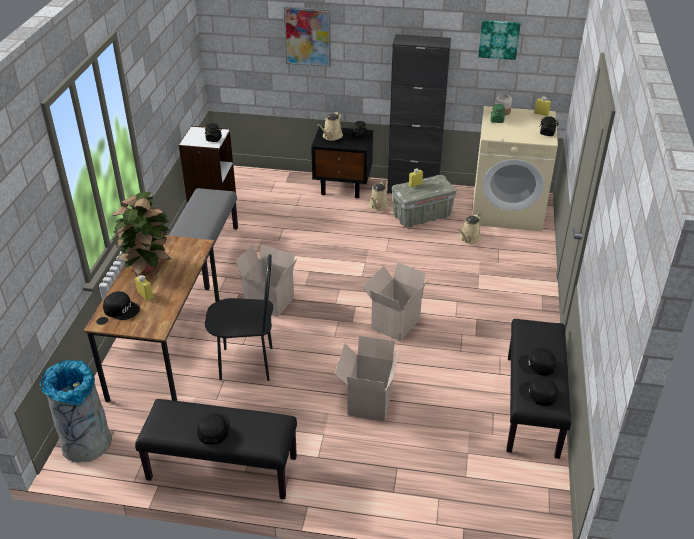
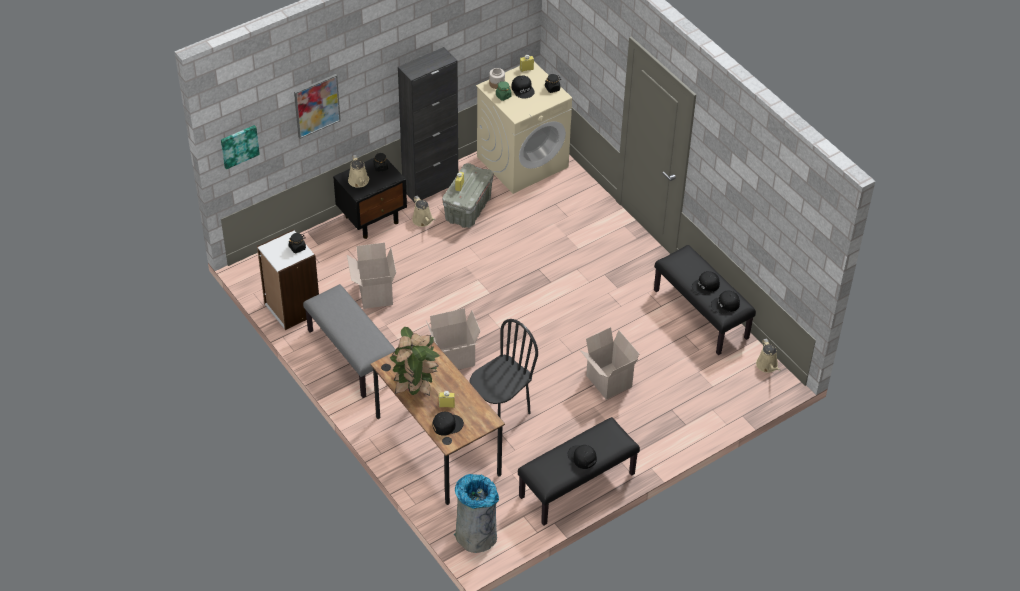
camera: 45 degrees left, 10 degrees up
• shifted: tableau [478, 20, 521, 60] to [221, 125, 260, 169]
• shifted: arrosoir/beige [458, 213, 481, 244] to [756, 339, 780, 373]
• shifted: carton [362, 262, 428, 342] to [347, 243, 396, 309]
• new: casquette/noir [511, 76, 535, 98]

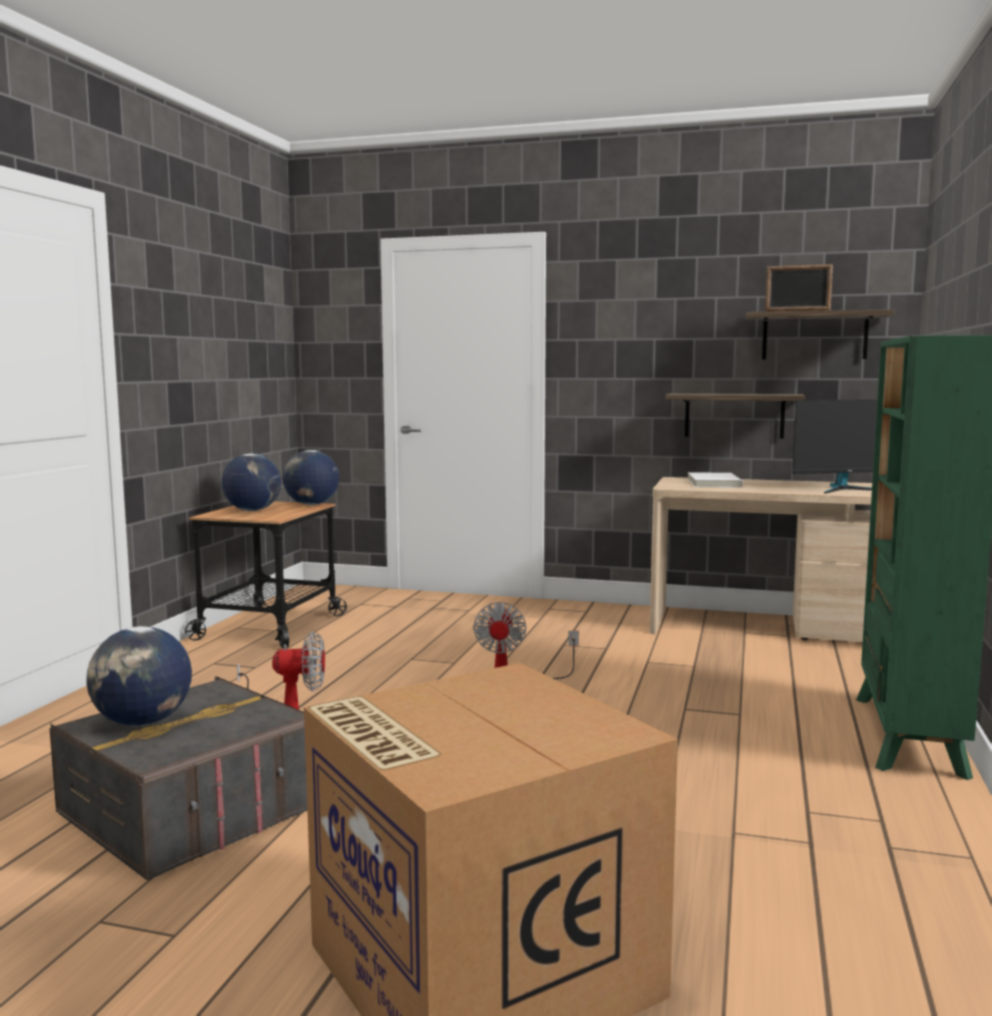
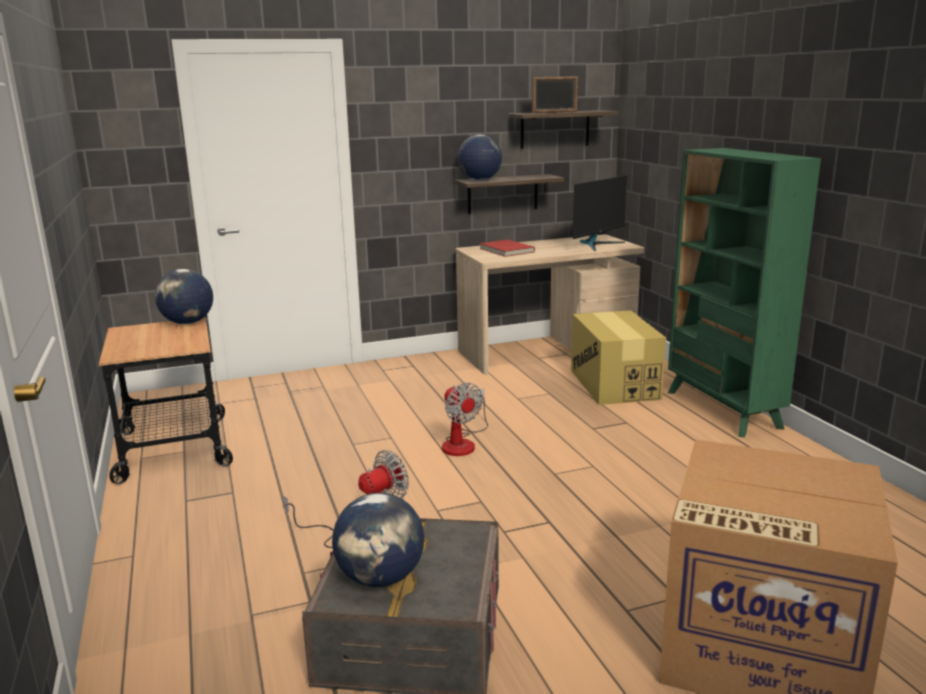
camera: 35 degrees left, 10 degrees up
• shifted: globe [221, 453, 281, 511] to [458, 135, 502, 181]
• repainted: livre/blanc [687, 472, 743, 488] to livre/rouge [480, 240, 535, 257]
• new: carton [571, 310, 666, 405]

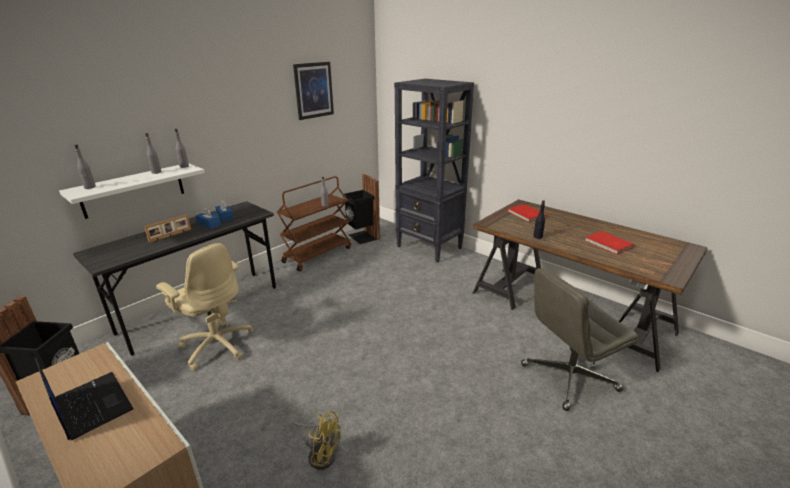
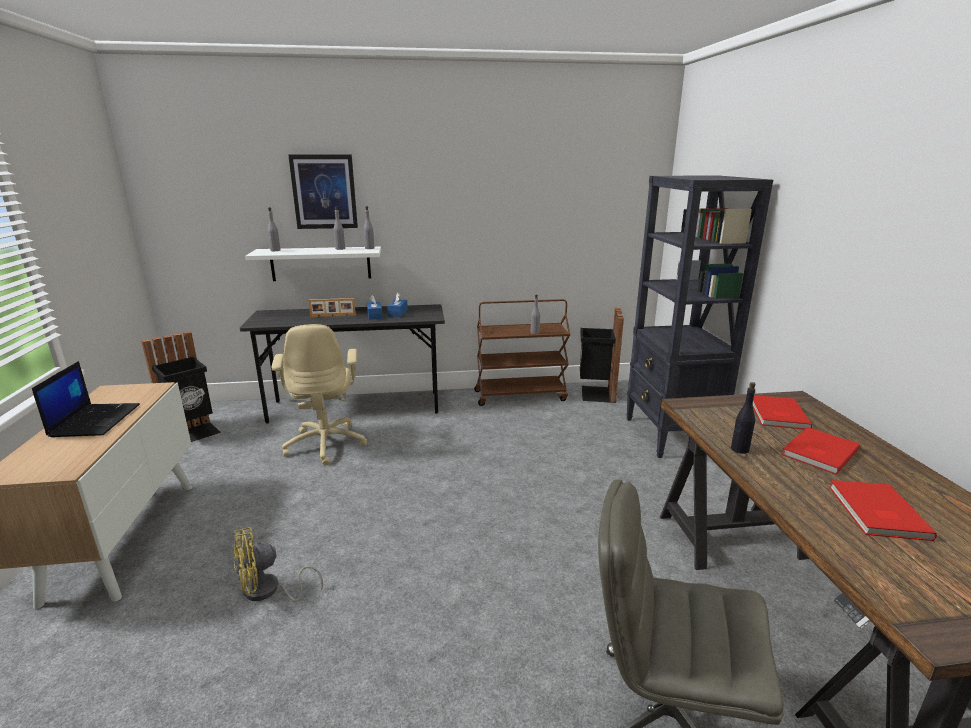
camera: 40 degrees right, 5 degrees down
• shifted: tableau [293, 62, 334, 120] to [288, 154, 358, 229]
• rotated: ventilateur/jaune [293, 411, 341, 470] = [234, 527, 323, 602] 90 degrees clockwise
• new: livre/rouge [781, 427, 860, 475]

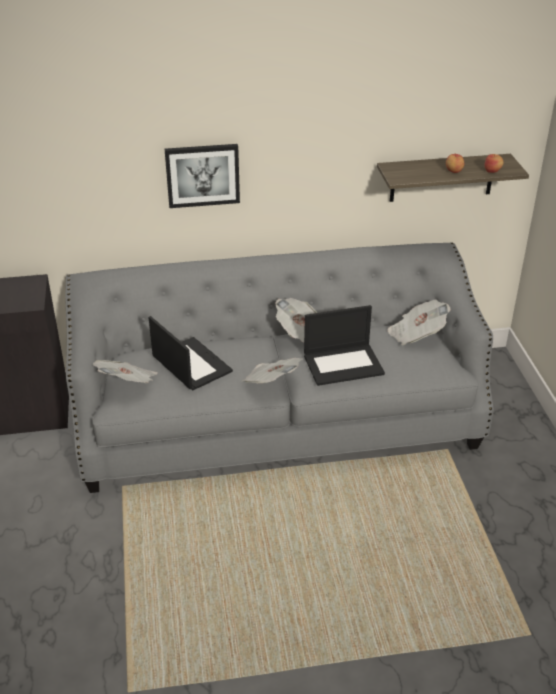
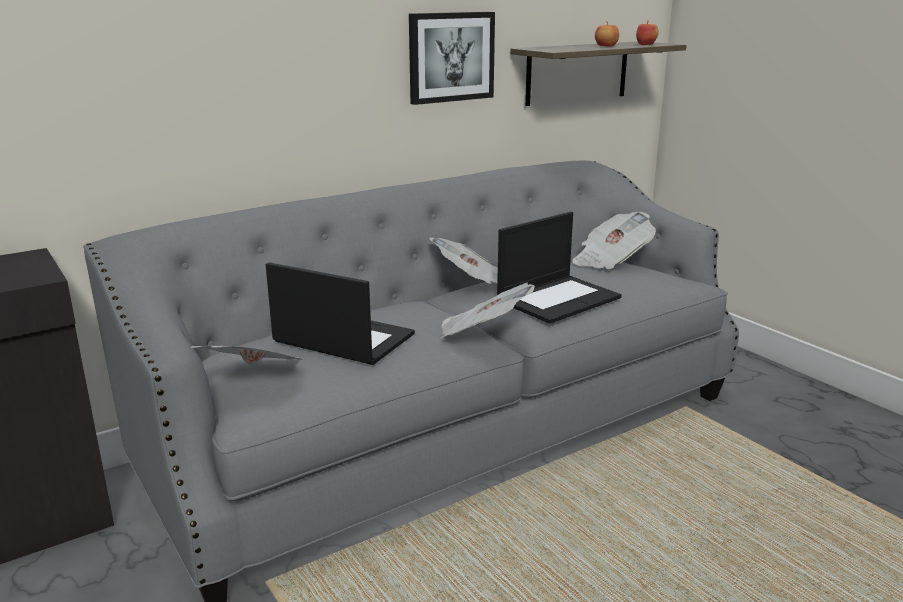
camera: 25 degrees left, 15 degrees down
• shifted: tableau [165, 144, 240, 208] to [409, 12, 495, 105]

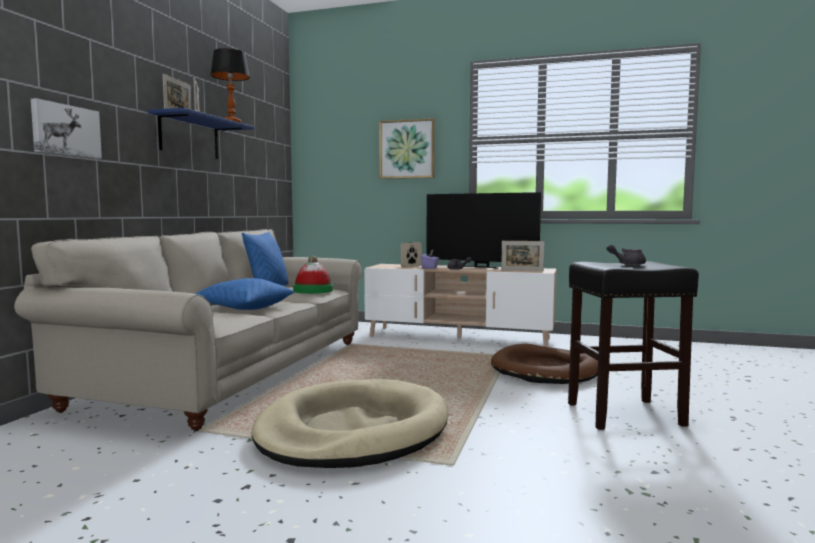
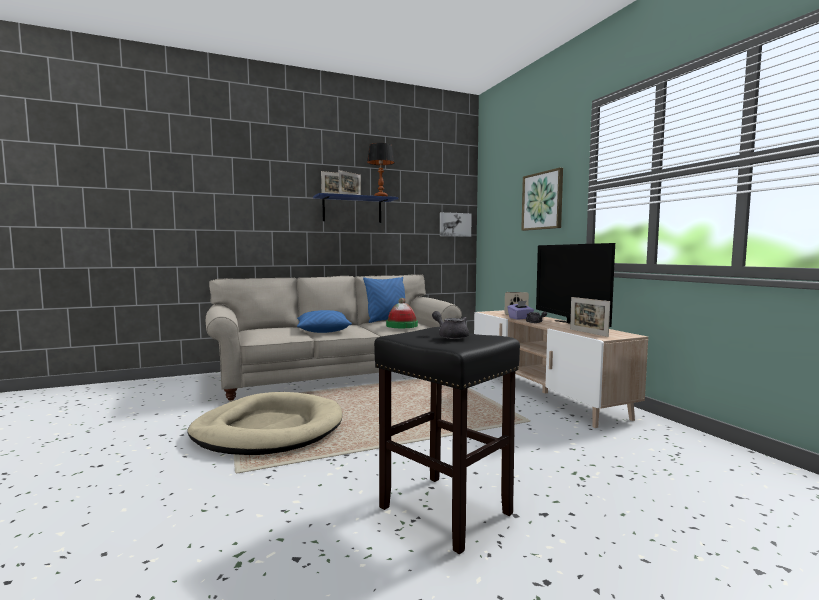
camera: 50 degrees right, 0 degrees up
• shifted: tableau [31, 98, 102, 159] to [440, 212, 472, 237]
• gone: panier pour chien/marron [491, 344, 598, 384]

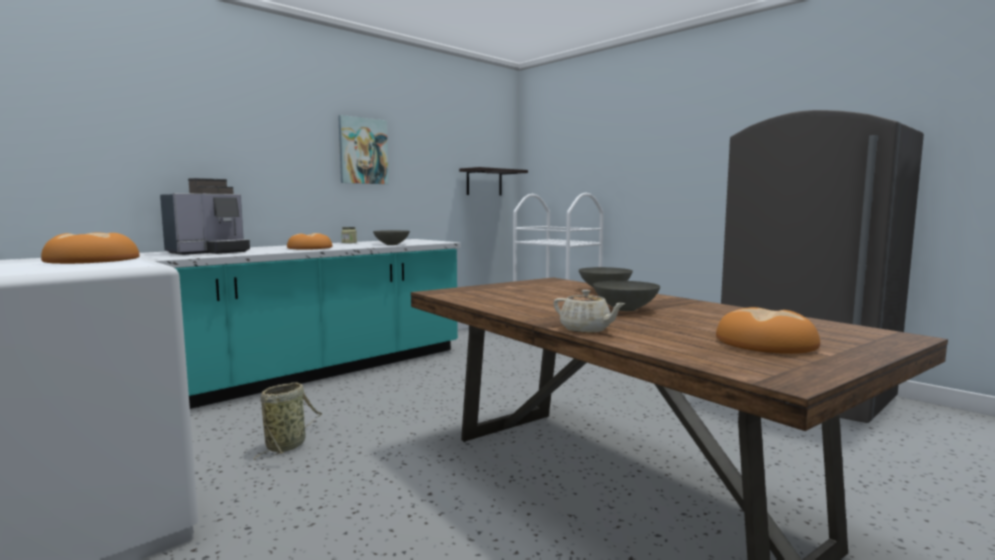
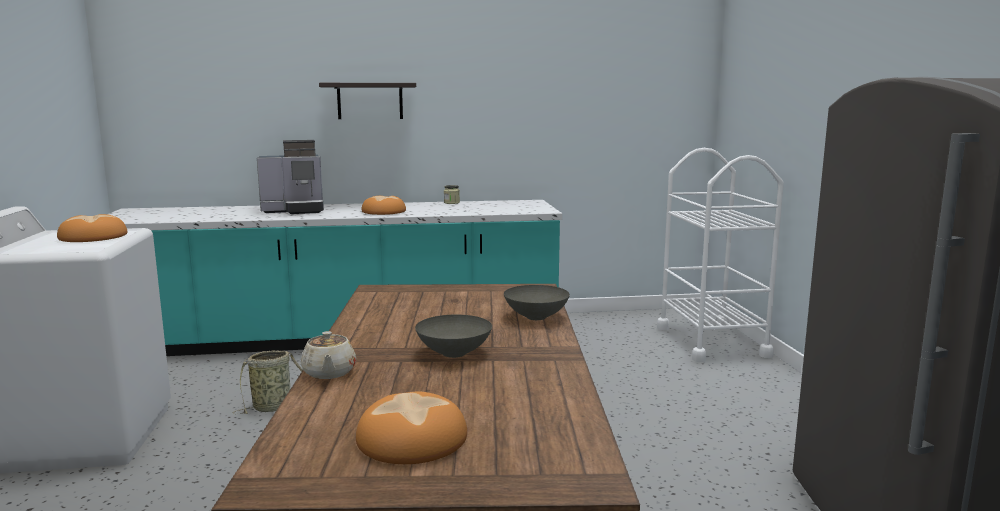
camera: 35 degrees right, 5 degrees up
• gone: tableau [338, 115, 389, 184]
• shifted: étagère [459, 167, 528, 196] to [319, 83, 416, 119]
• gone: bol/gris [373, 230, 410, 245]

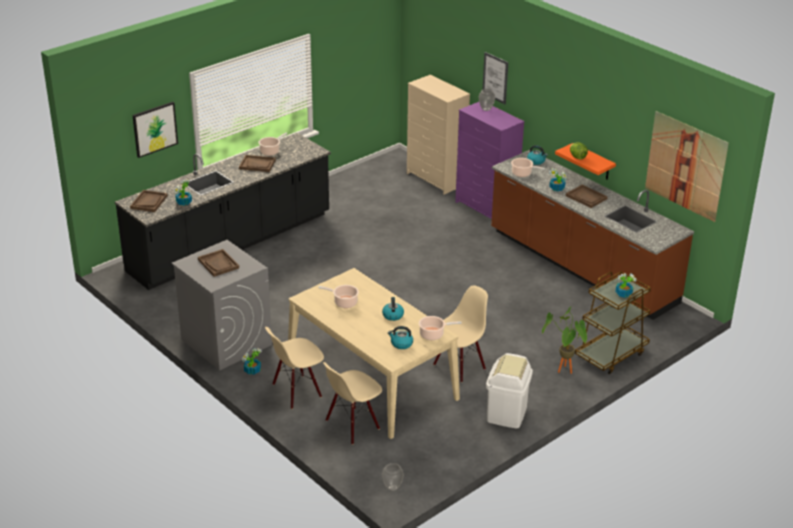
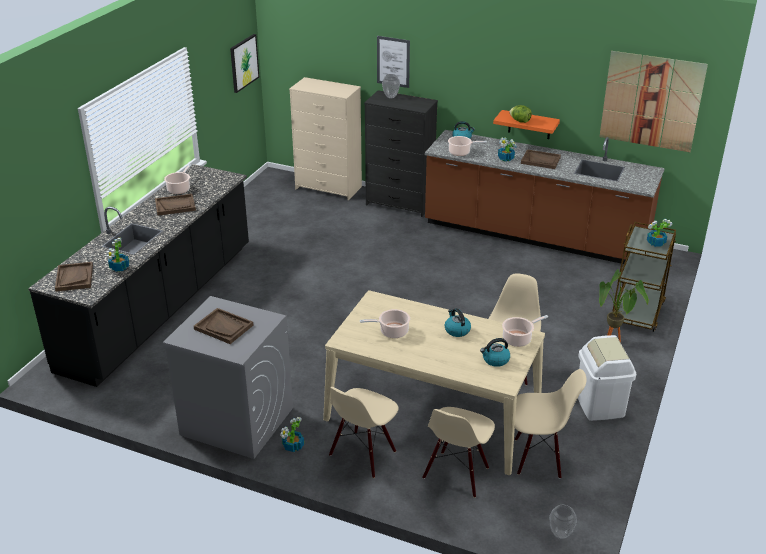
camera: 25 degrees left, 0 degrees up
• shifted: tableau [132, 102, 178, 158] to [230, 34, 259, 93]
• repainted: commode/violet [455, 102, 525, 219] to commode/noir [364, 90, 438, 217]
• new: chaise/beige [514, 369, 587, 479]

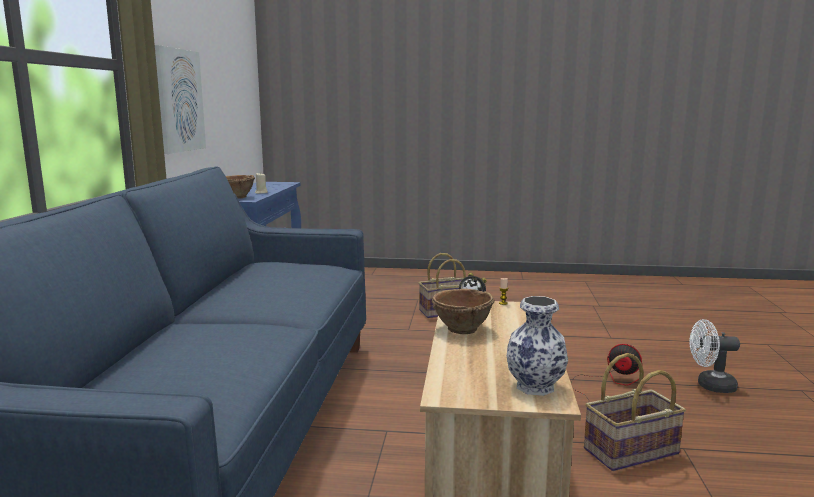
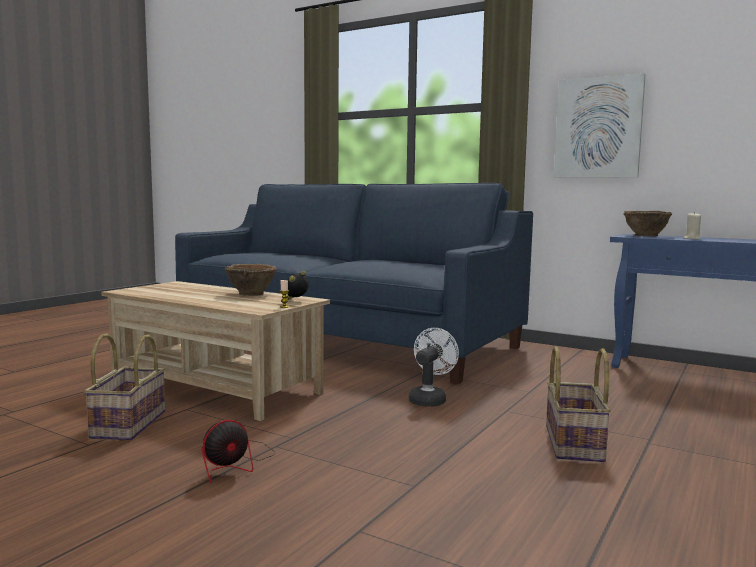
camera: 115 degrees right, 5 degrees down
• gone: vase [507, 296, 568, 396]
• shifted: ventilateur/blanc [689, 319, 740, 393] to [409, 328, 459, 407]

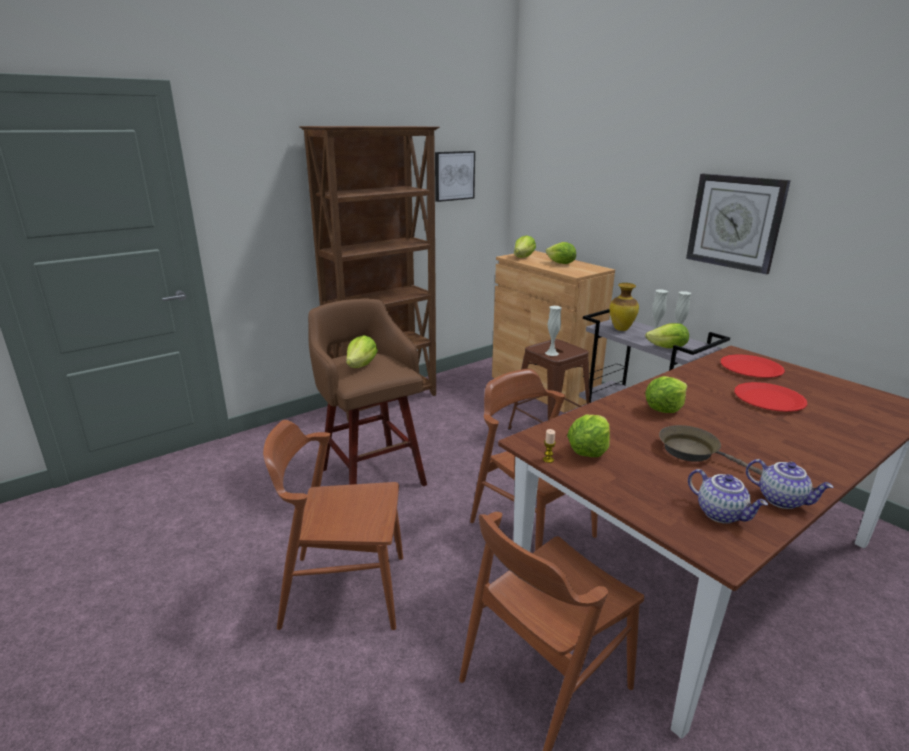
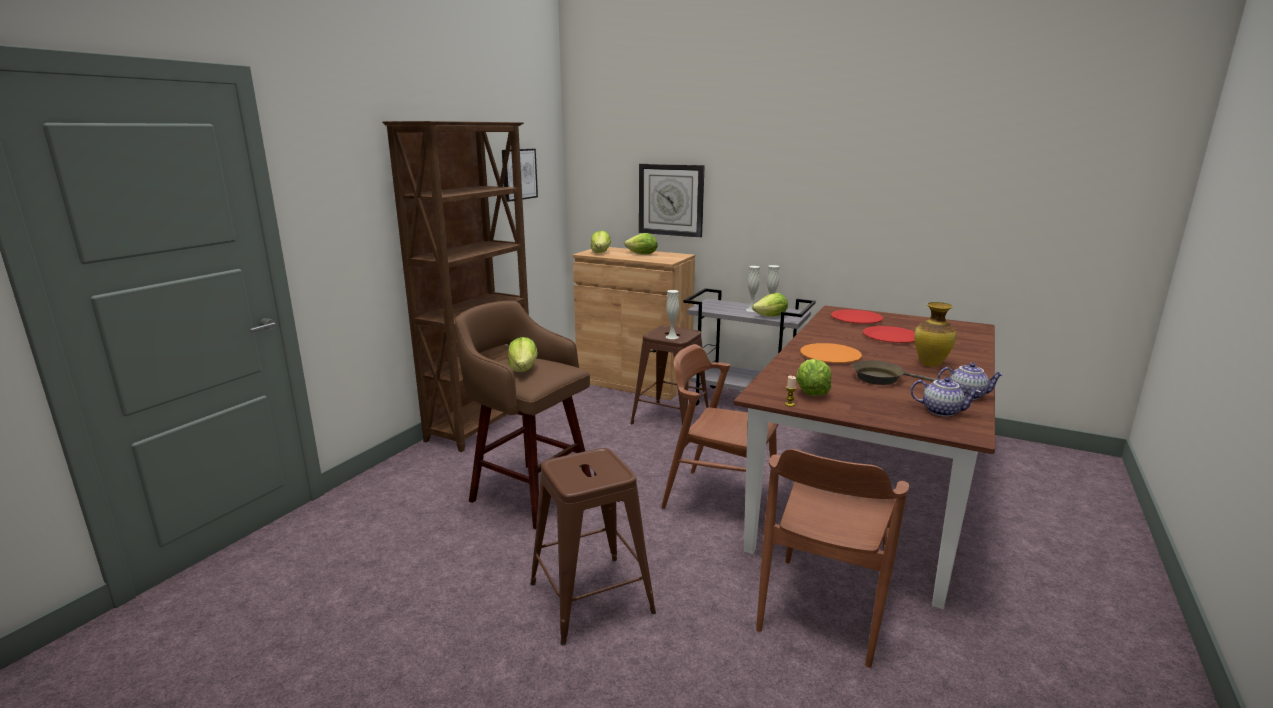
camera: 25 degrees left, 5 degrees down
• shifted: horloge murale [686, 174, 791, 275] to [639, 164, 705, 238]
• shifted: vase [610, 283, 639, 331] to [914, 302, 956, 367]
• swapped: laitue [645, 376, 687, 413] to assiette/orange [800, 343, 862, 363]
• swapped: chaise/marron [263, 420, 403, 630] to tabouret/marron [530, 448, 656, 645]

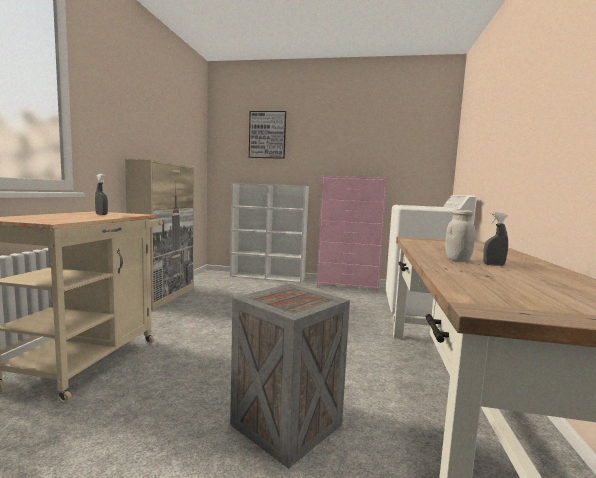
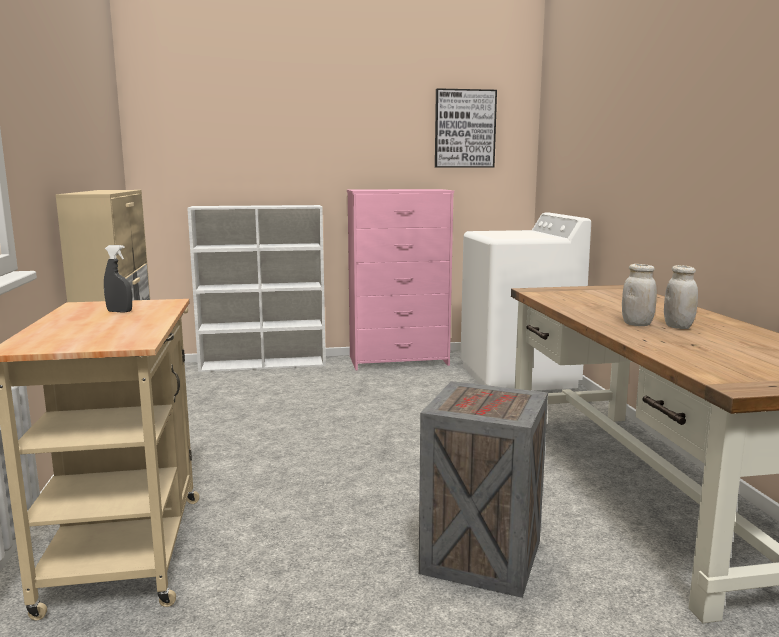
camera: 20 degrees left, 5 degrees up
• shifted: tableau [249, 111, 286, 159] to [435, 88, 497, 168]
• swapped: vaporisateur/gris [483, 213, 508, 266] to bocal/blanc [664, 265, 698, 329]

